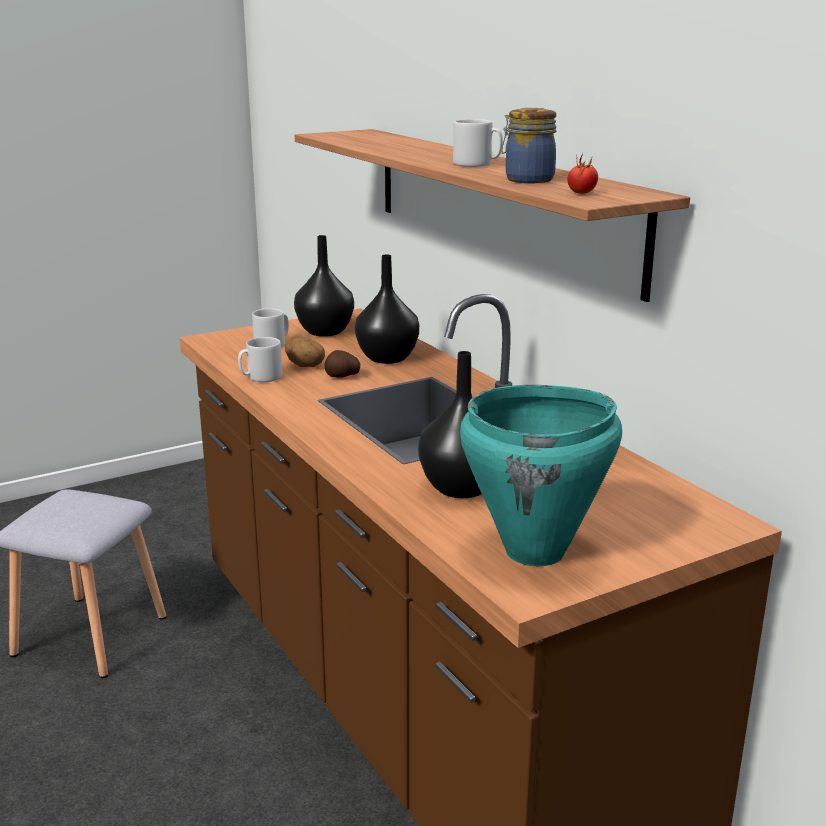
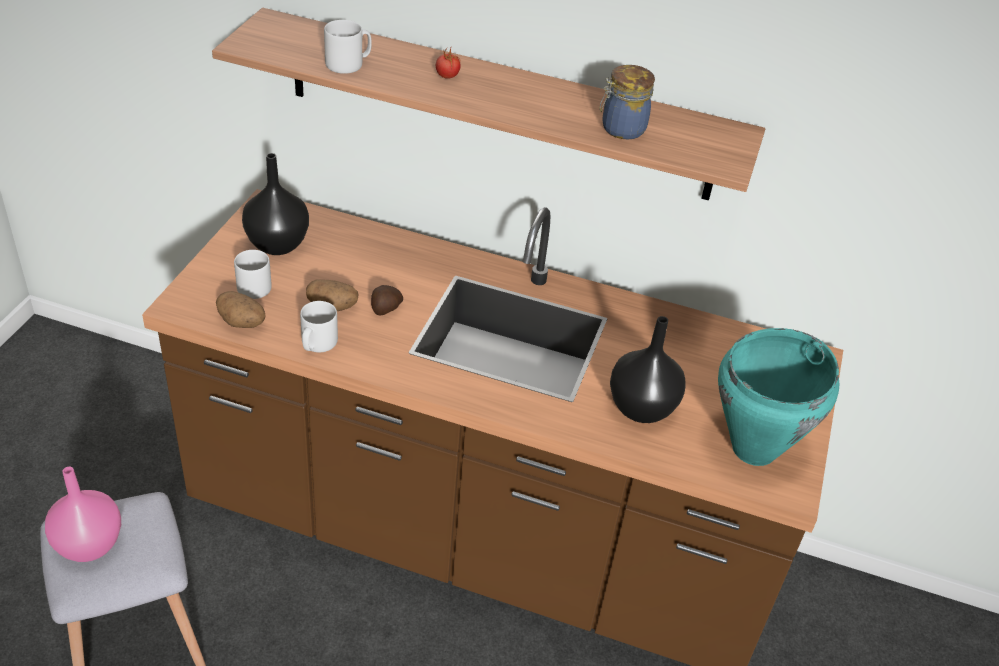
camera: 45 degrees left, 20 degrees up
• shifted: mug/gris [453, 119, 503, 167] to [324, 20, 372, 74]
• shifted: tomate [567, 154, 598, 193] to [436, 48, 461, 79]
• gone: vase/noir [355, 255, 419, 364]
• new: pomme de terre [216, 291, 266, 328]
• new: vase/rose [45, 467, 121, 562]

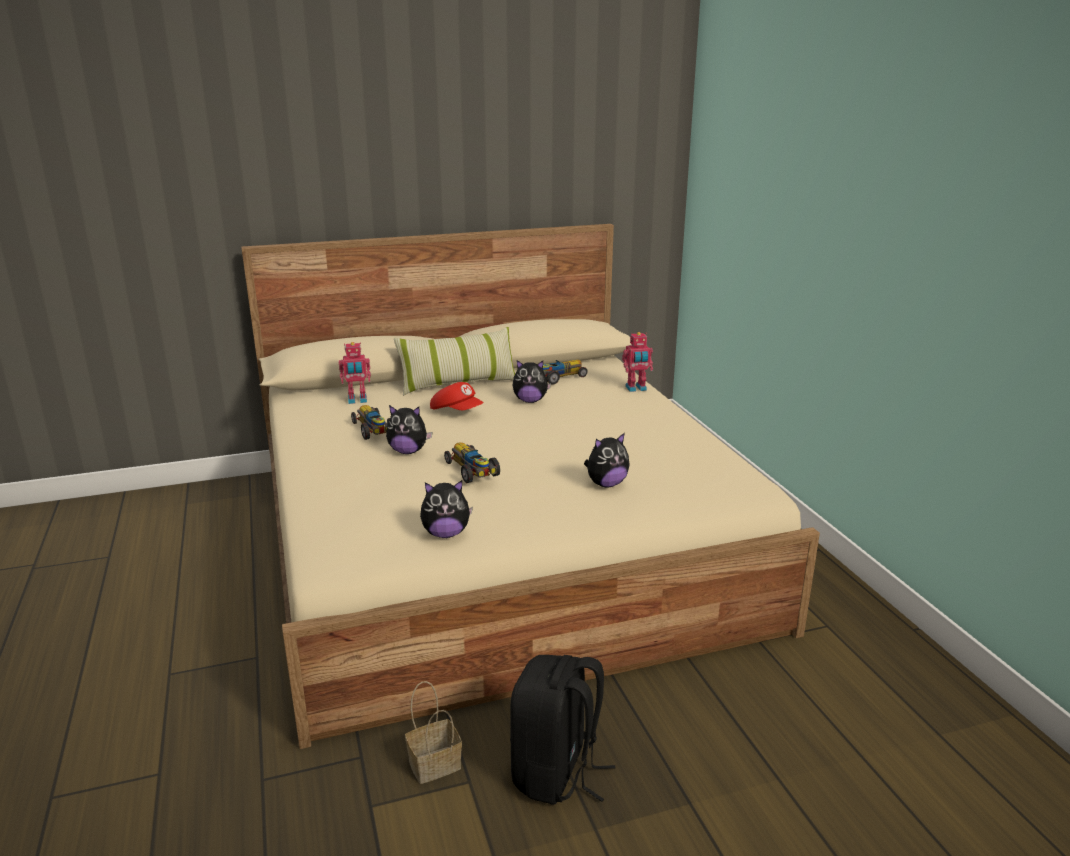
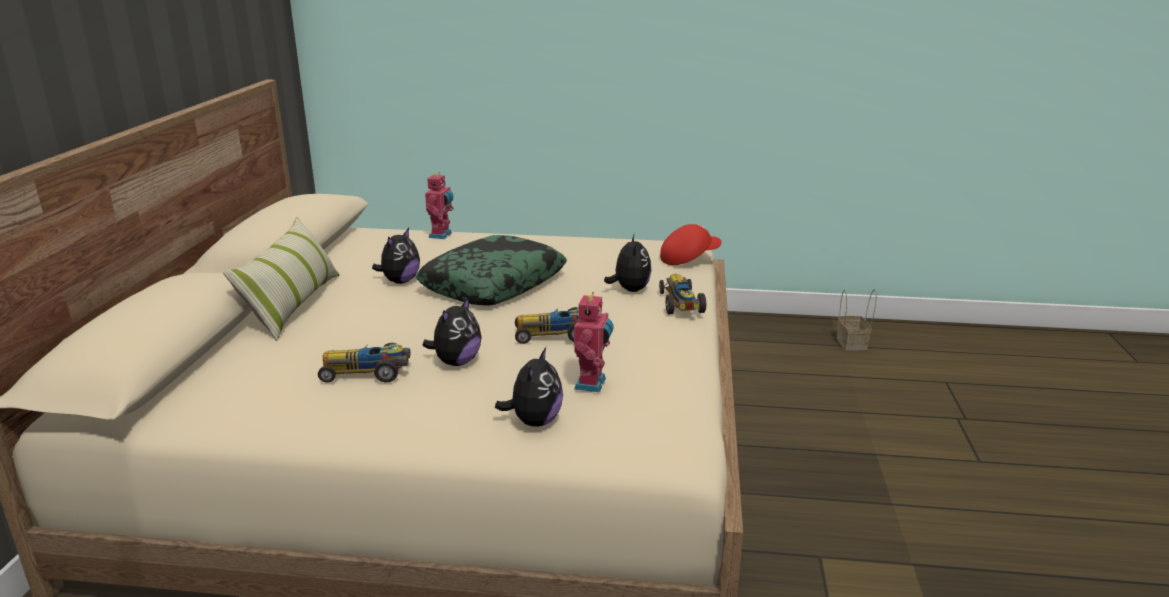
camera: 65 degrees left, 0 degrees up
• shifted: robot jouet [339, 342, 371, 404] to [574, 292, 613, 392]
• shifted: petite voiture [543, 360, 588, 385] to [659, 274, 706, 314]
• shifted: casquette/rouge [430, 382, 484, 410] to [660, 224, 722, 265]
• shifted: peluche [420, 480, 473, 538] to [495, 347, 563, 427]
• gone: sac à dos/noir [510, 655, 615, 805]
• shifted: panier [405, 681, 462, 784] to [837, 289, 877, 350]
• new: coussin [415, 235, 567, 306]

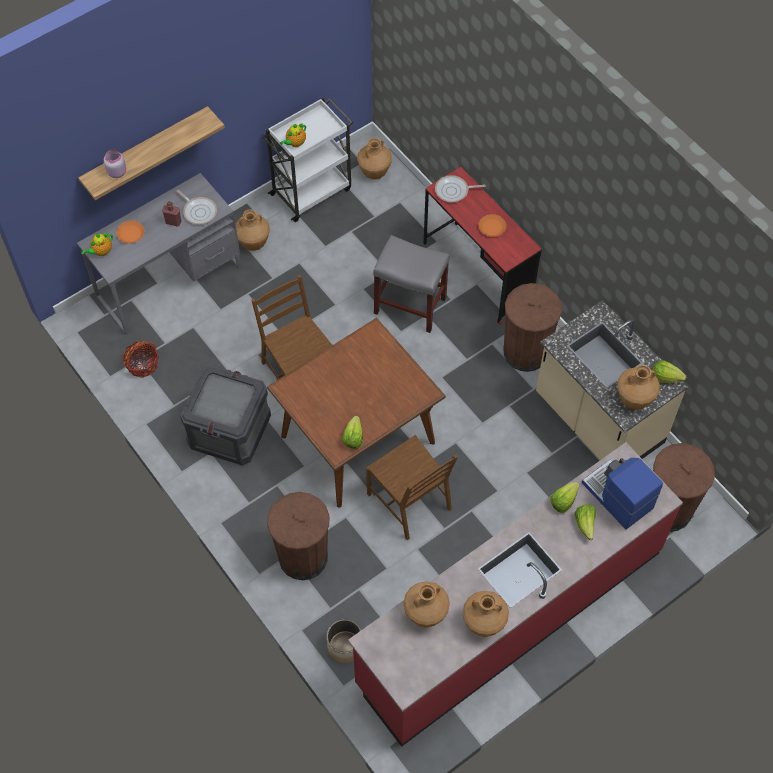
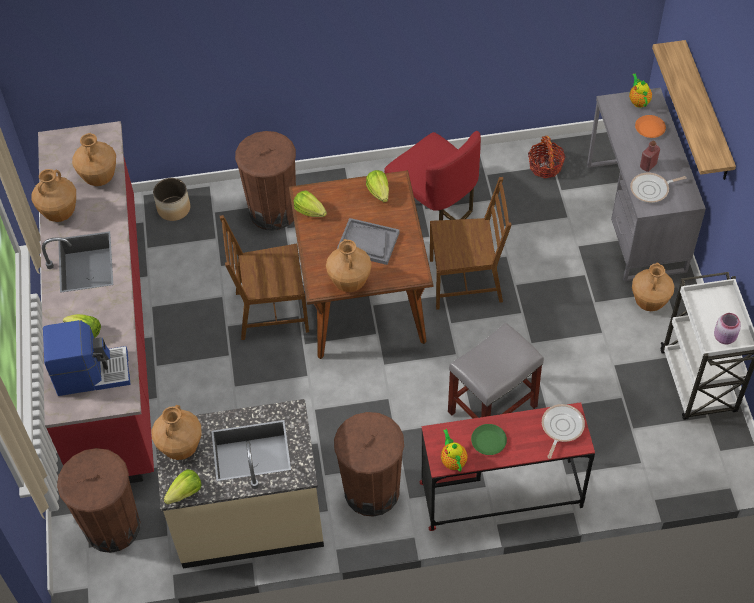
camera: 120 degrees right, 5 degrees down
• shifted: théière [280, 123, 306, 147] to [441, 429, 467, 472]
• shifted: vase/marron [357, 138, 392, 179] to [326, 239, 372, 292]
• shifted: bocal/rose [104, 150, 126, 178] to [714, 313, 741, 344]
• repainted: assiette/orange [479, 214, 506, 237] to assiette/vert [471, 424, 507, 455]
• swapped: caisse [180, 365, 271, 465] to chaise/rouge [384, 131, 481, 220]
• shifted: laitue [550, 482, 580, 513] to [366, 170, 389, 202]
• new: plateau/gris [337, 218, 400, 265]

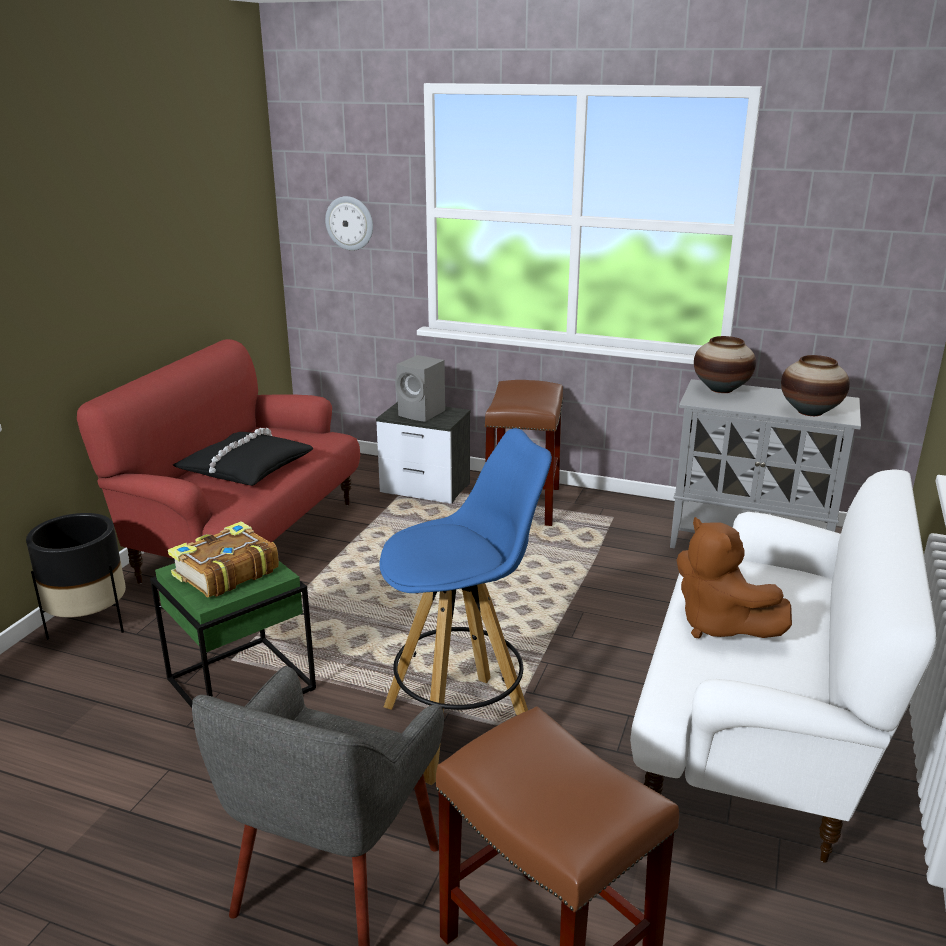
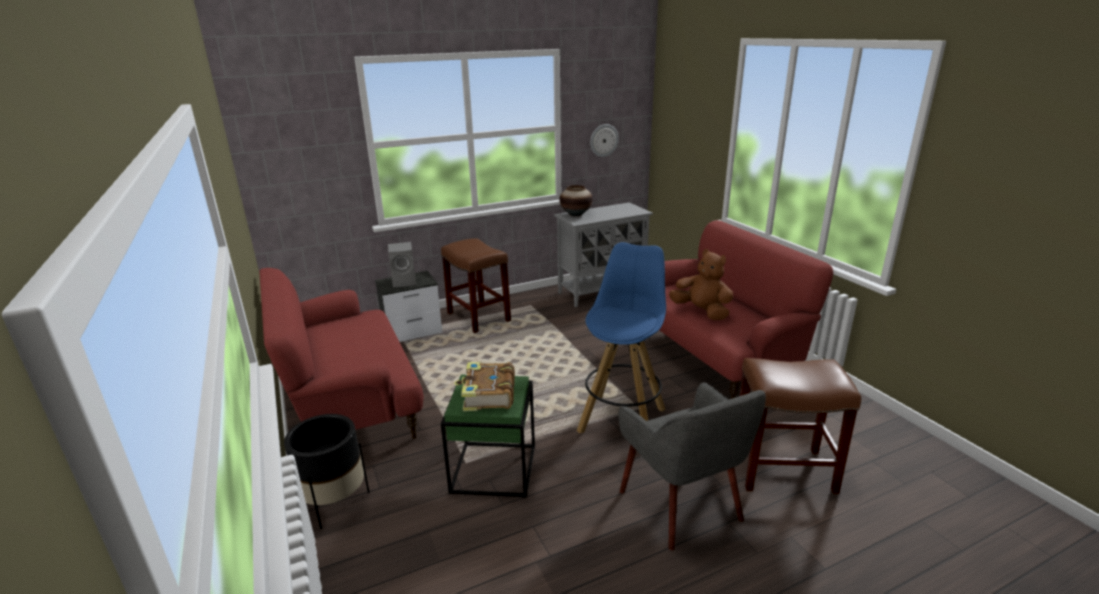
camera: 45 degrees left, 0 degrees up
• shifted: horloge murale [325, 196, 373, 251] to [590, 124, 619, 157]
• gone: vase [781, 355, 850, 416]
• gone: coussin/noir [173, 428, 314, 486]
• repainted: canapé/blanc [630, 469, 936, 863] to canapé/rouge [659, 220, 833, 399]
• rotated: peluche/marron [677, 517, 792, 639] = [669, 249, 733, 320] 150 degrees counterclockwise

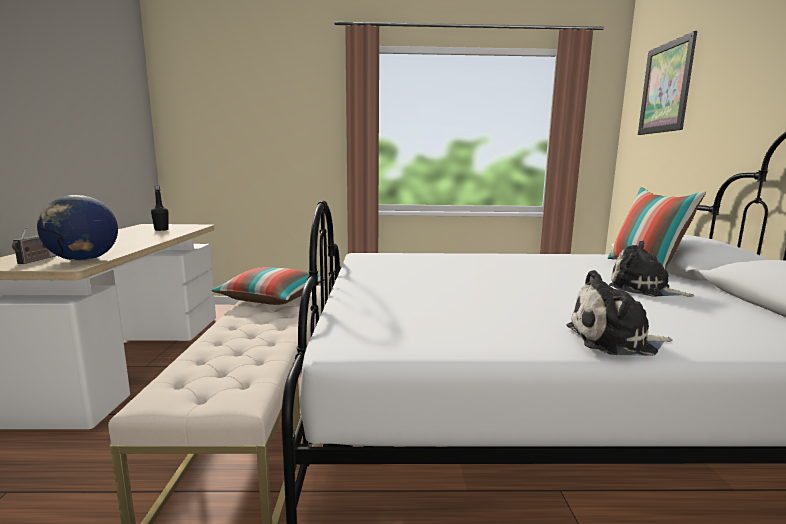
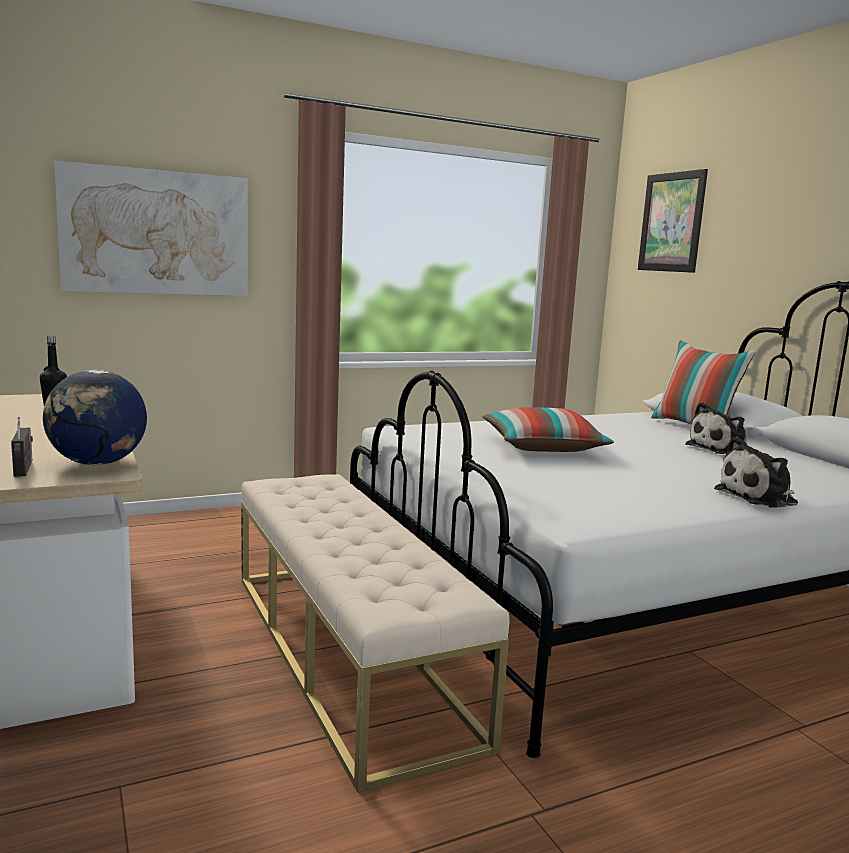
camera: 25 degrees left, 0 degrees up
• rotated: peluche [609, 241, 694, 297] = [685, 402, 746, 454] 45 degrees counterclockwise
• shifted: coussin [211, 267, 325, 305] to [483, 407, 614, 452]
• new: tableau [54, 160, 248, 296]

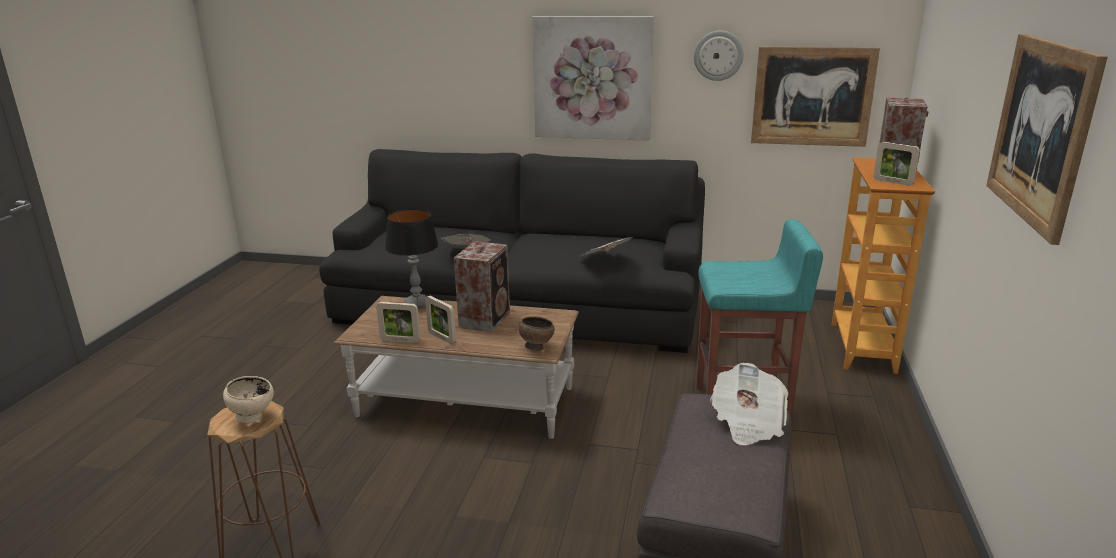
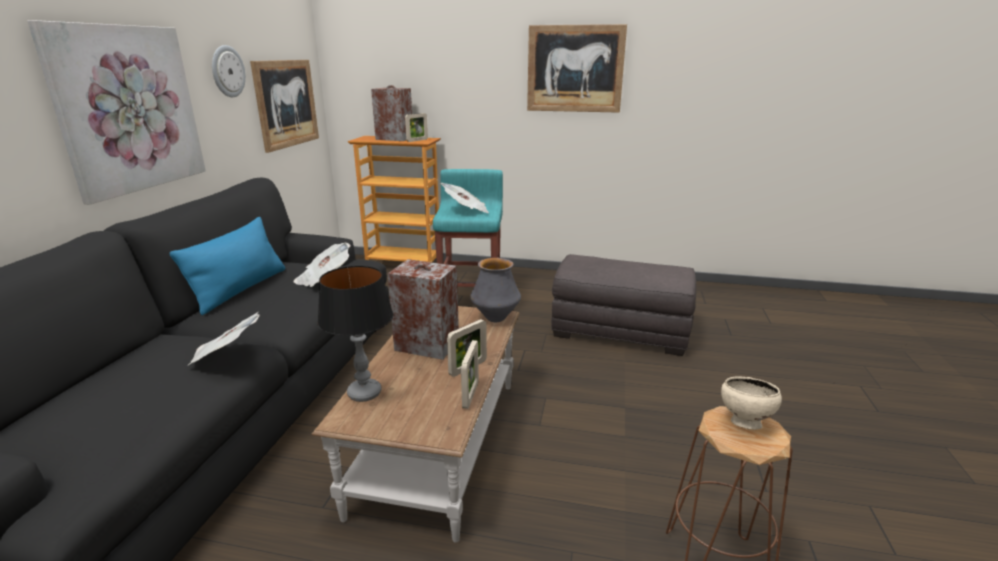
camera: 90 degrees left, 0 degrees up
• swapped: bol/marron [519, 316, 555, 351] to vase [470, 258, 521, 322]
• shifted: journal [710, 363, 788, 445] to [441, 183, 489, 213]
• new: coussin/bleu [170, 217, 285, 315]

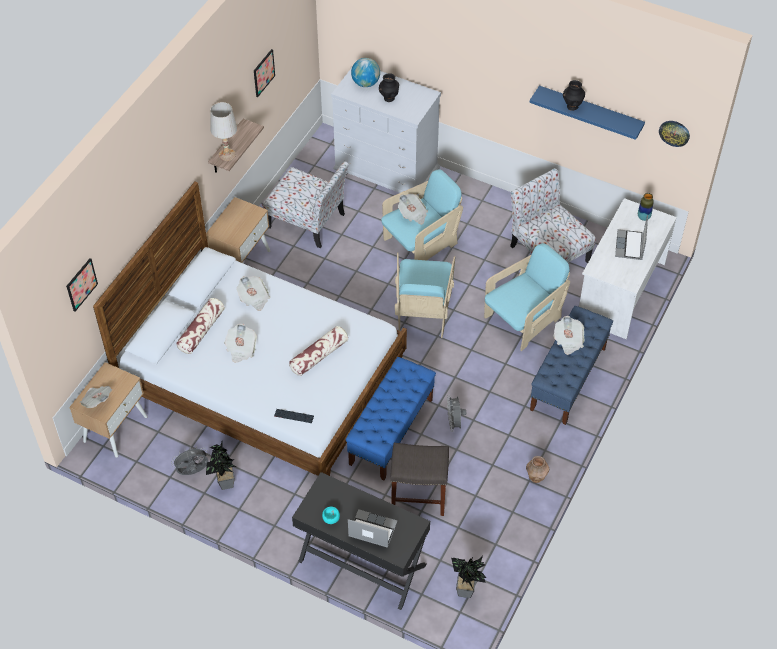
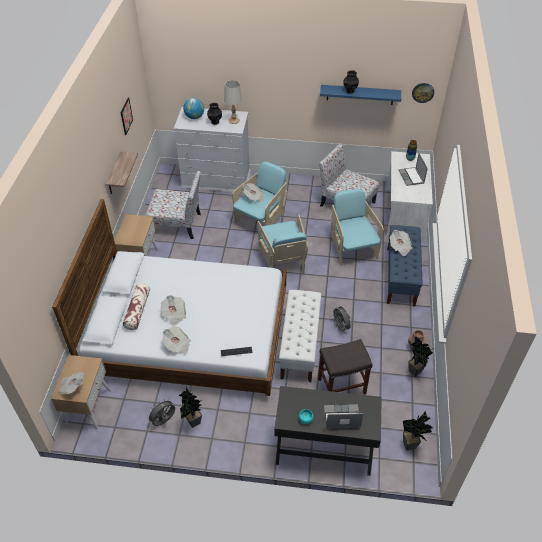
camera: 20 degrees left, 5 degrees down
• shifted: lampe de table/blanc [210, 102, 237, 161] to [224, 80, 242, 124]
• rotated: fauteuil/turquoise [484, 243, 570, 351] = [331, 189, 384, 266] 45 degrees counterclockwise
• gone: tableau [66, 258, 98, 312]
• shifted: journal [236, 276, 270, 311] to [162, 327, 191, 354]
• gone: coussin [289, 326, 348, 376]
• repainted: banc/bleu [345, 357, 436, 480] to banc/blanc [279, 290, 321, 382]
• new: plante en pot [408, 336, 434, 377]

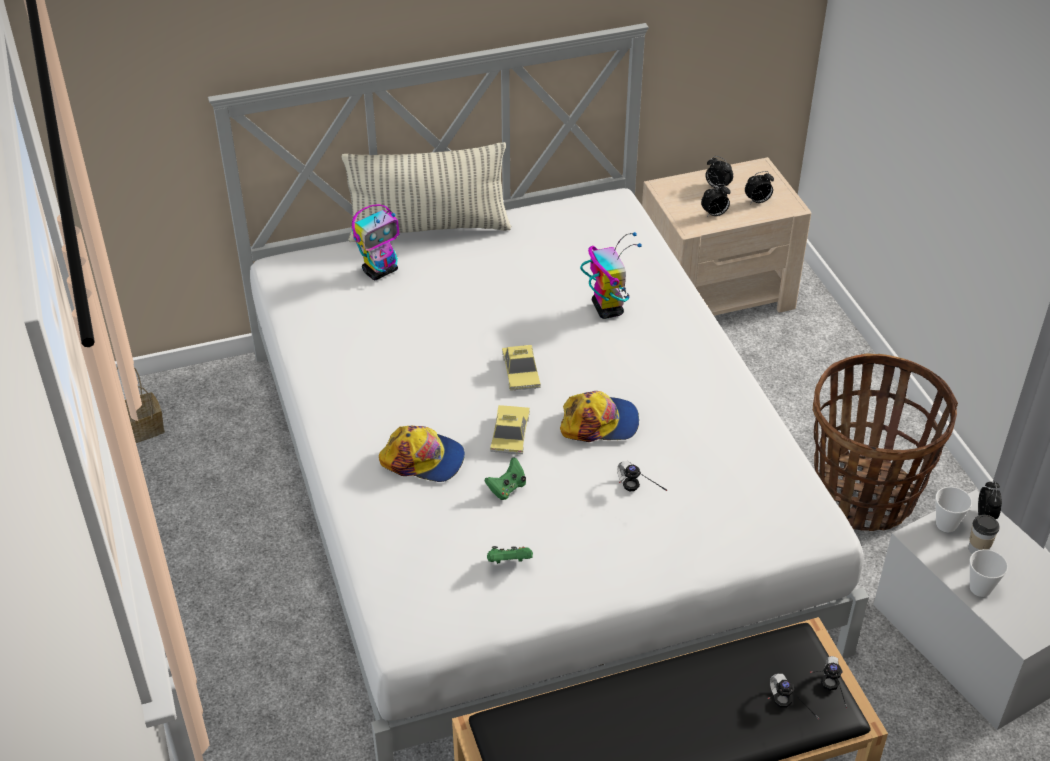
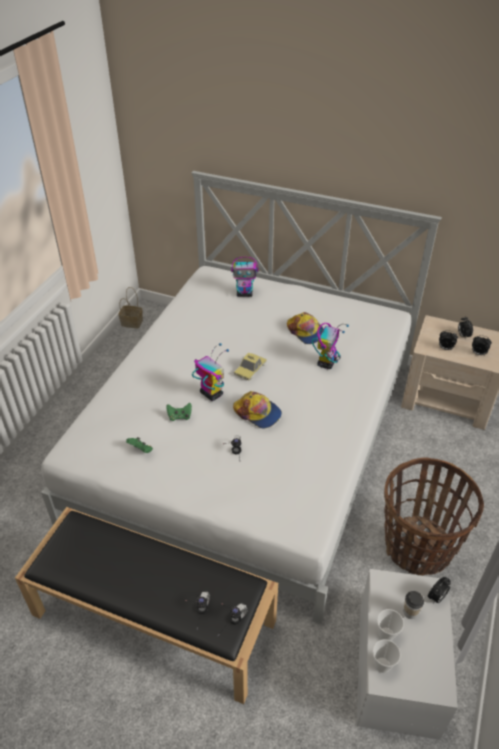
camera: 40 degrees right, 0 degrees up
• gone: coussin [342, 142, 511, 242]
• swapped: petite voiture [490, 405, 530, 454] to robot jouet [192, 343, 229, 401]
• shifted: casquette [379, 426, 465, 482] to [287, 312, 324, 344]
• shifted: tasse [935, 487, 972, 532] to [373, 639, 401, 673]

